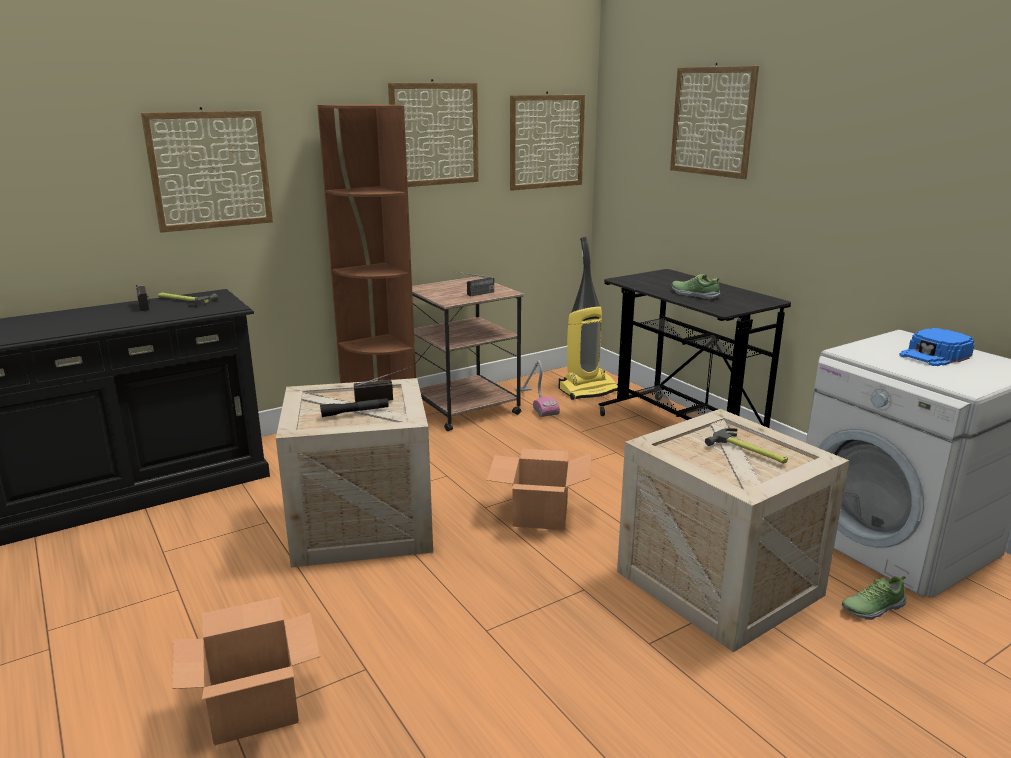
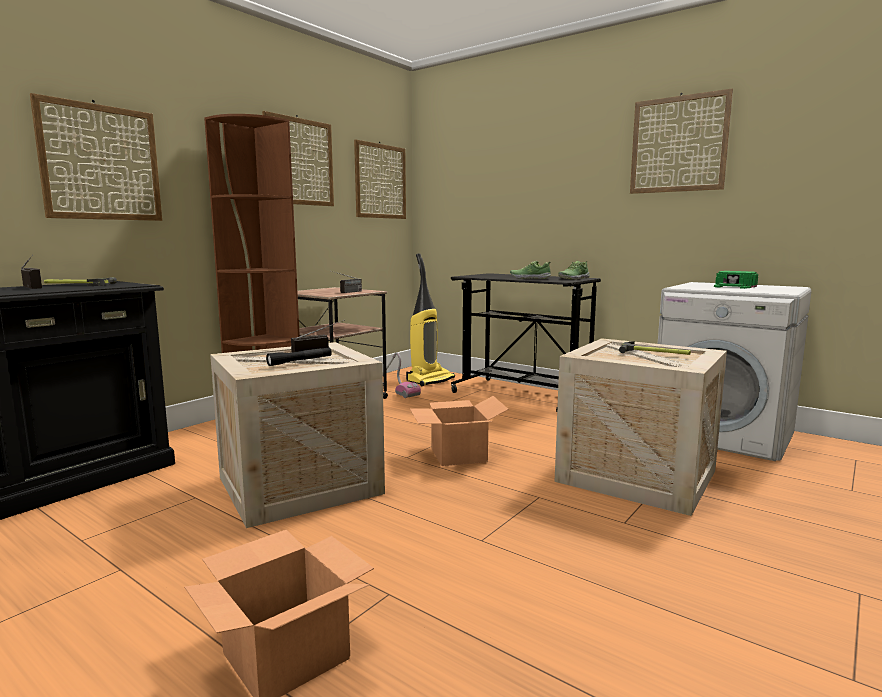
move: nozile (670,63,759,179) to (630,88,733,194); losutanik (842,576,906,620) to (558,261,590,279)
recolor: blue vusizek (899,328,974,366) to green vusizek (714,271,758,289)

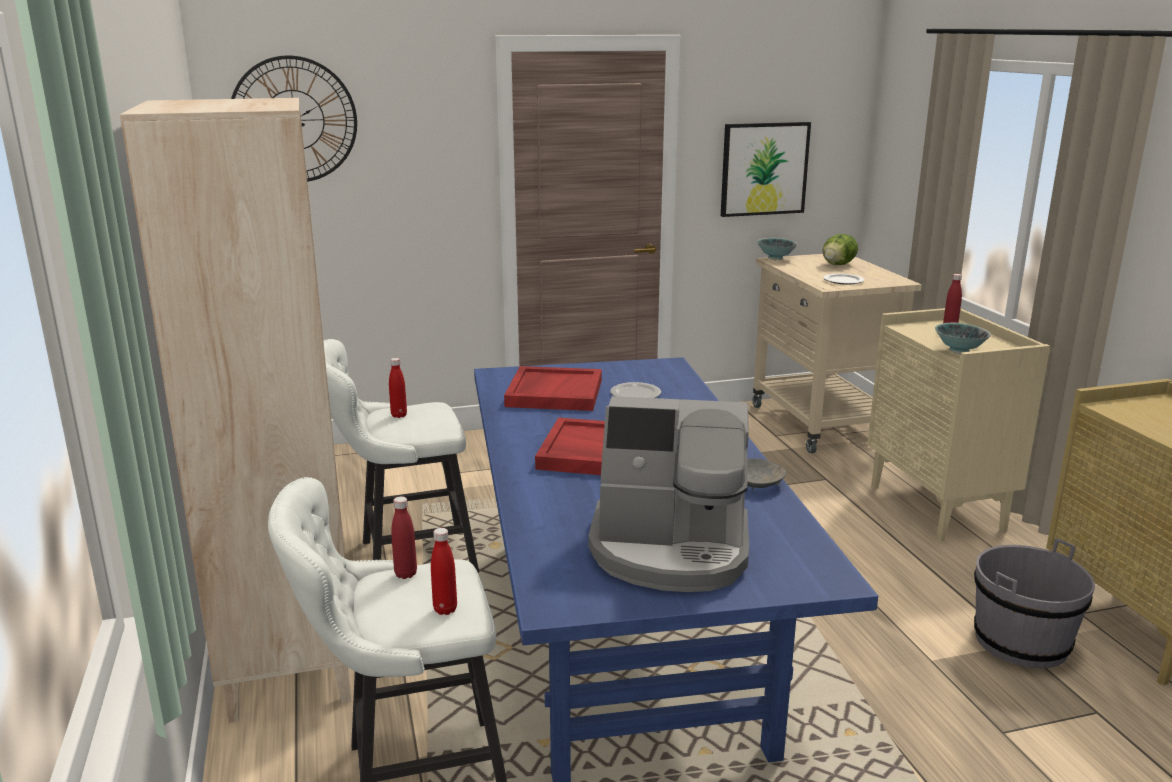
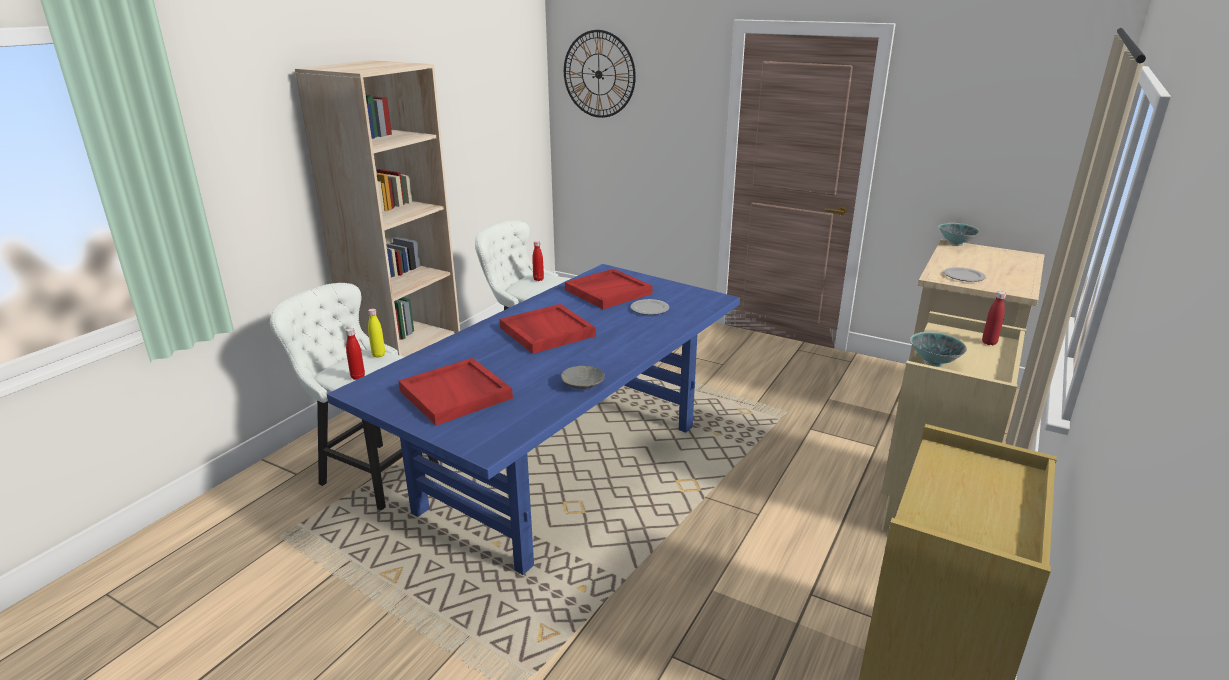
delete: nozile (721,122,811,217); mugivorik (823,234,858,265); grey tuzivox (974,538,1095,668)
replace: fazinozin (588,396,749,592) to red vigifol (399,358,513,425)
recolor: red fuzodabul (391,496,417,579) to yellow fuzodabul (368,309,385,358)

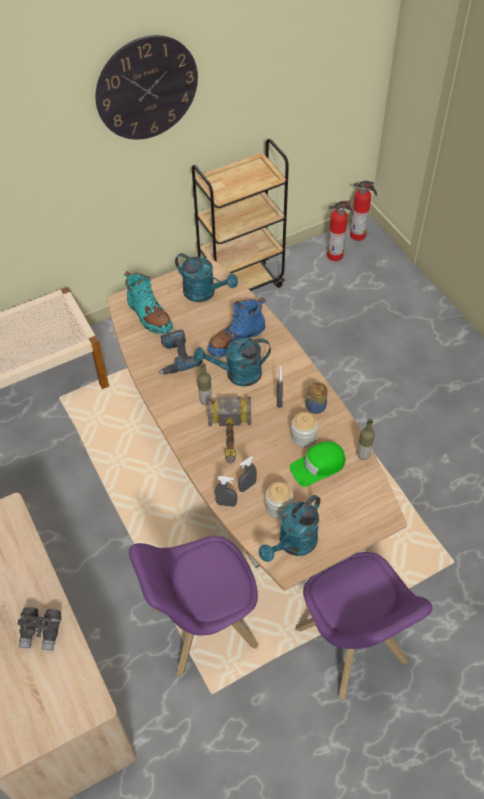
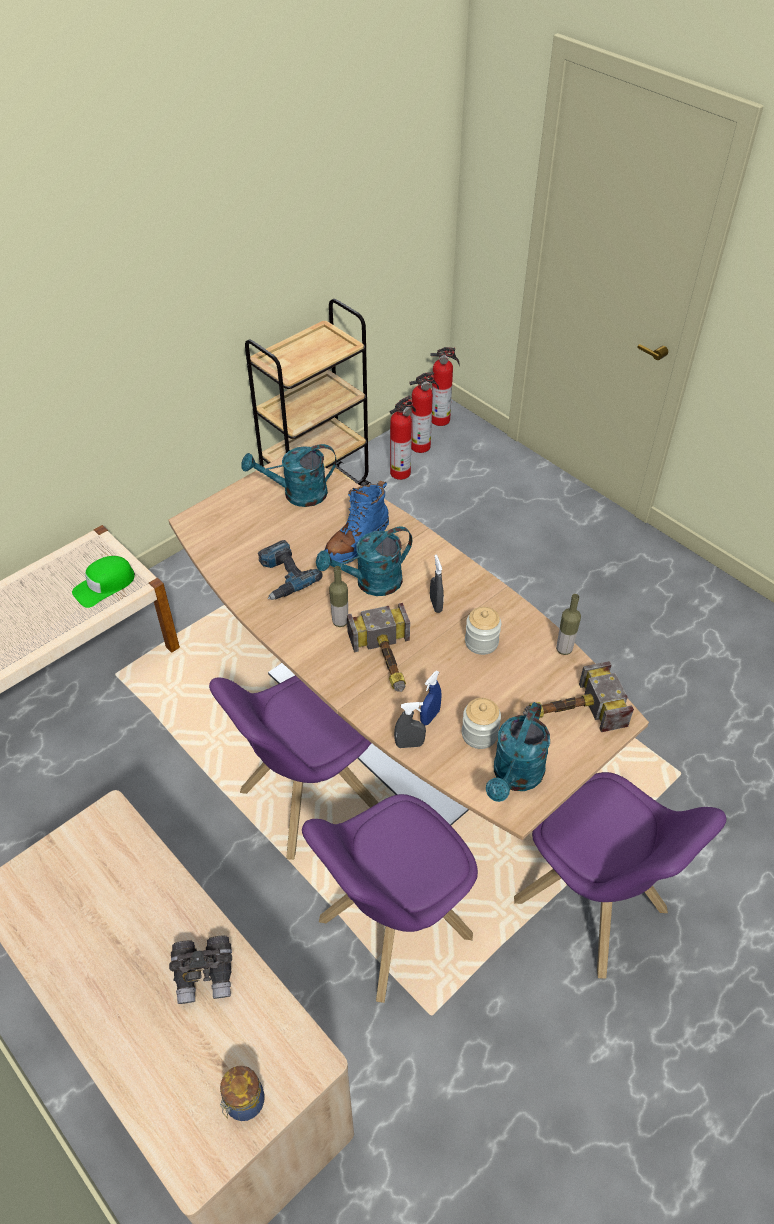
delete: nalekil (95,35,198,140); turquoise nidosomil (124,271,173,334)
insert: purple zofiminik (209,675,379,860); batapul (389,395,416,480); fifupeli (523,661,634,732)
move: green vusizek (290,441,345,487) to (72,556,135,608); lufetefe (305,382,327,414) to (220,1066,264,1121)
recolor: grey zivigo (238,456,257,492) to blue zivigo (420,670,442,726)
rotate: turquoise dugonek (175,253,238,302) = (241,444,337,507) 150 degrees clockwise

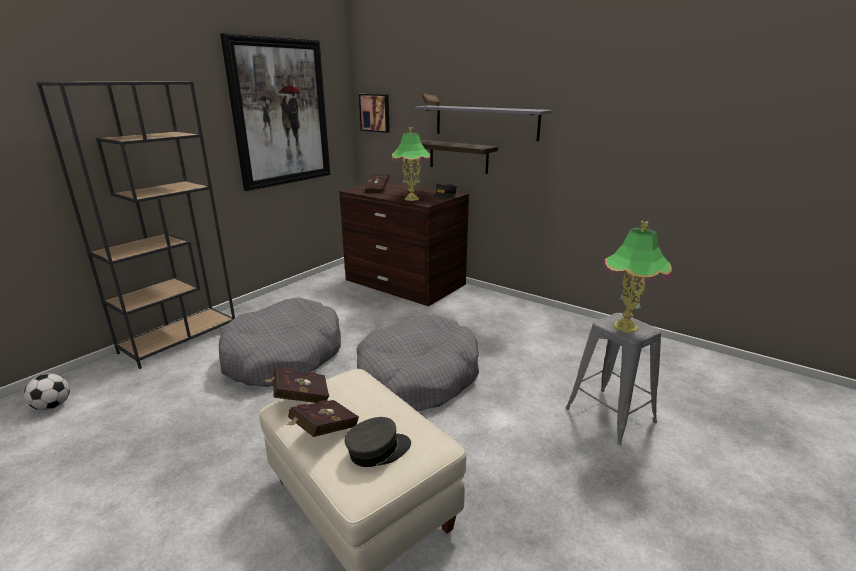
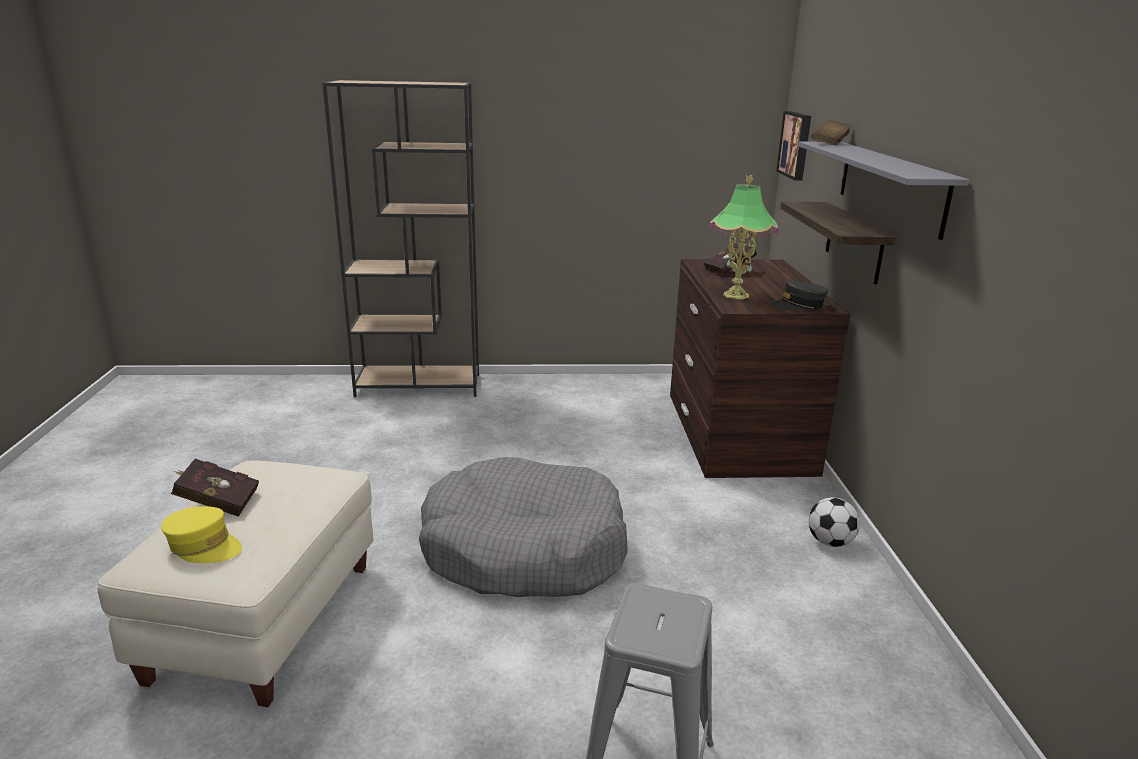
delete: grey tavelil (219,298,341,387); nozile (220,33,330,191); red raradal (263,368,329,403); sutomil (603,221,672,333)
move: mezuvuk (24,373,70,410) to (808,497,860,547)
recolor: grey vusizek (345,417,411,467) to yellow vusizek (161,506,242,563)

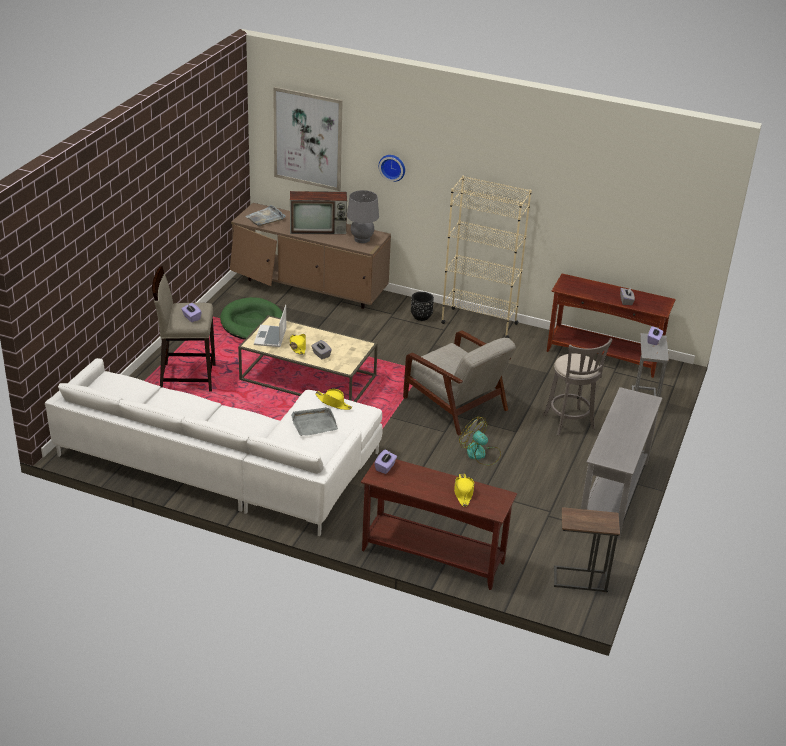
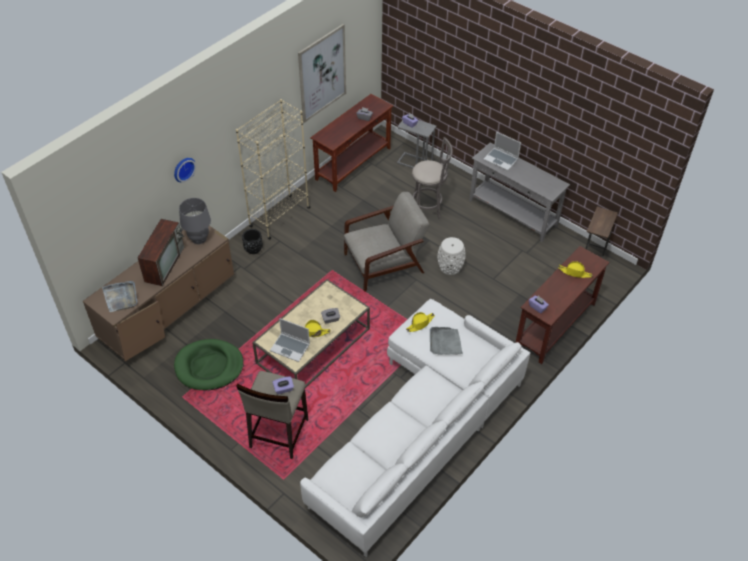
insert: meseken (483,132,521,171)
move: nozile (273,87,343,191) to (298,24,346,123)
replace: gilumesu (459,417,501,466) to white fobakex (438,237,466,275)

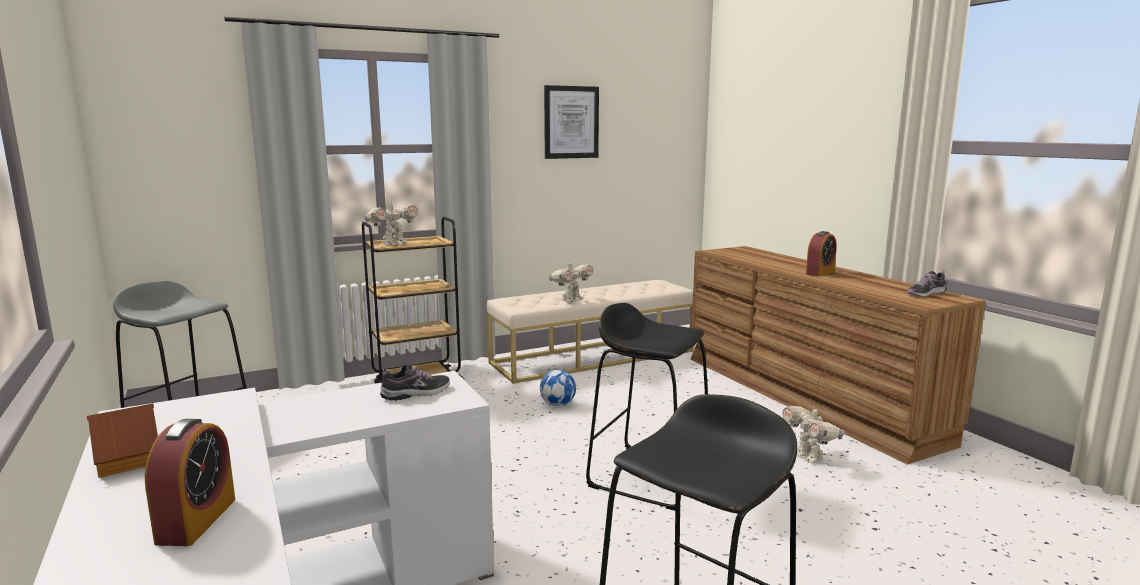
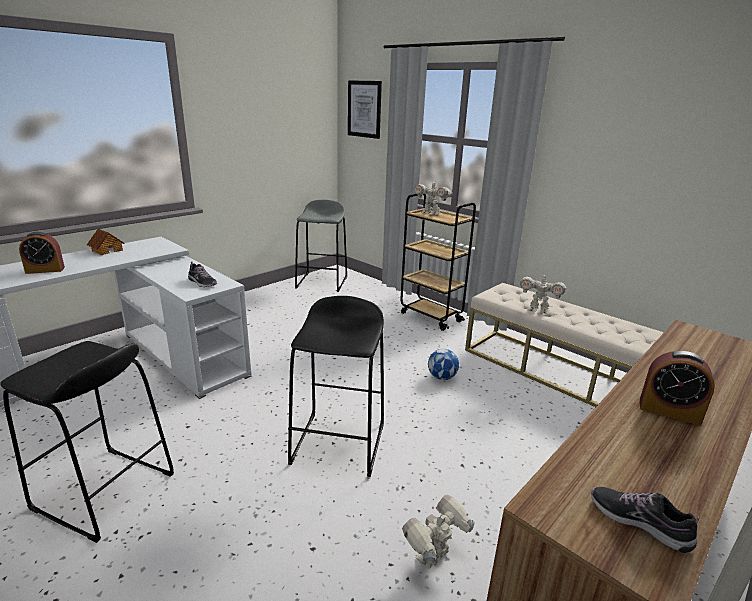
move: nozile (544,85,599,159) to (348,80,382,139)

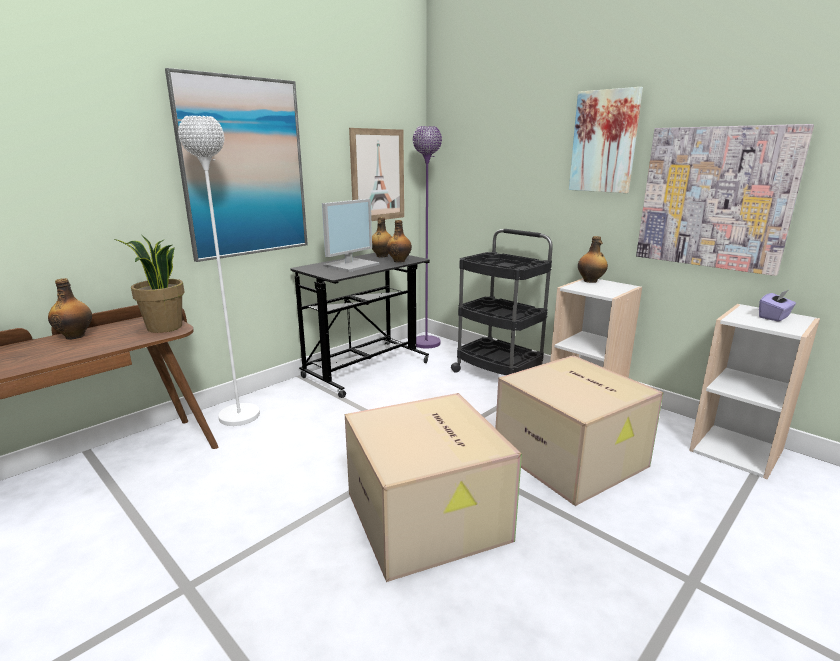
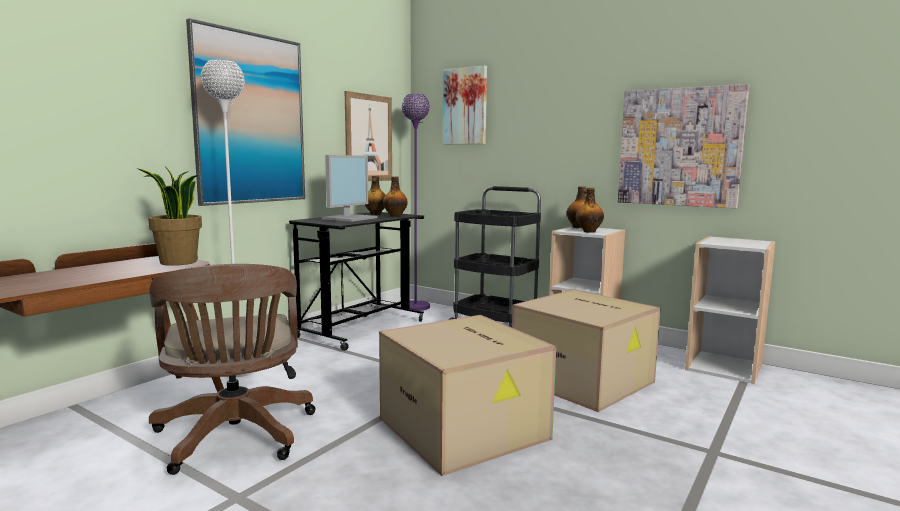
delete: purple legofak (759,290,796,322)
insert: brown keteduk (149,264,316,475)
move: fuzodabul (48,278,92,339) to (576,188,604,233); nozile (569,87,643,193) to (443,65,487,144)

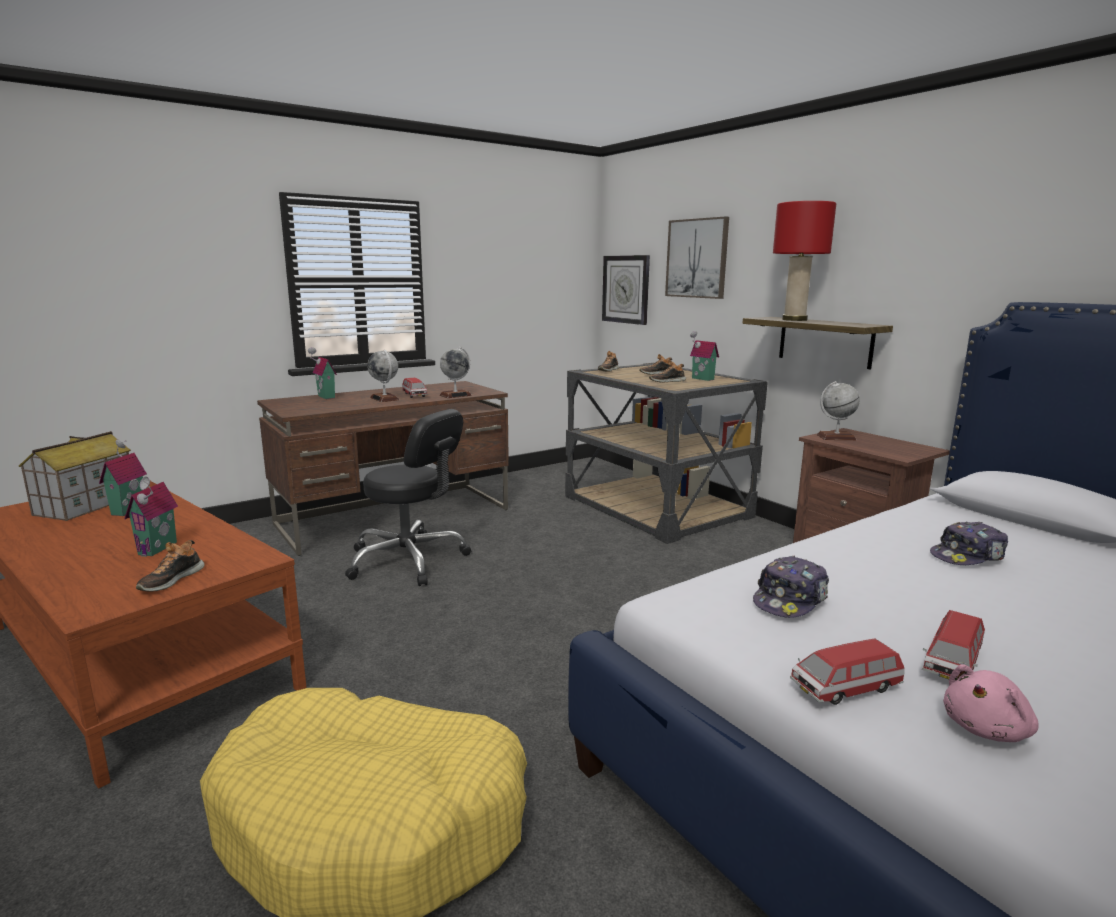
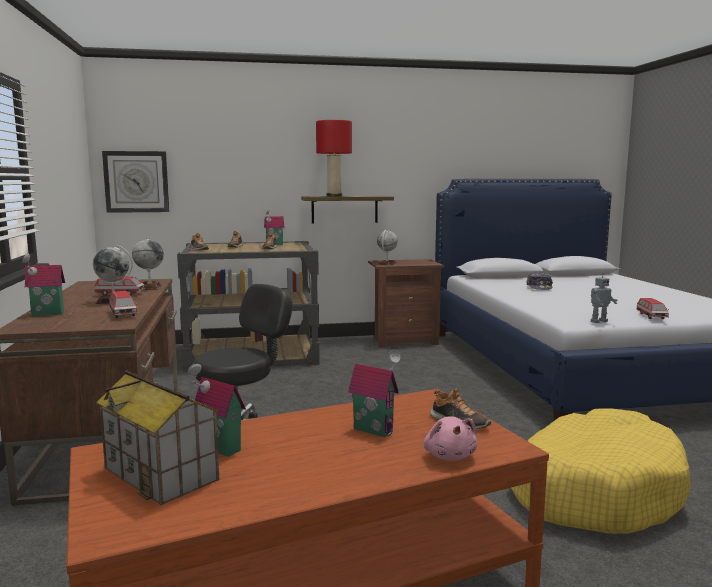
delete: nozile (665,216,729,299); vusizek (753,556,829,618)
insert: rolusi (591,272,617,323)
move: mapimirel (922,610,985,679) to (109,291,138,318); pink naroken (943,664,1038,742) to (424,416,477,461)

